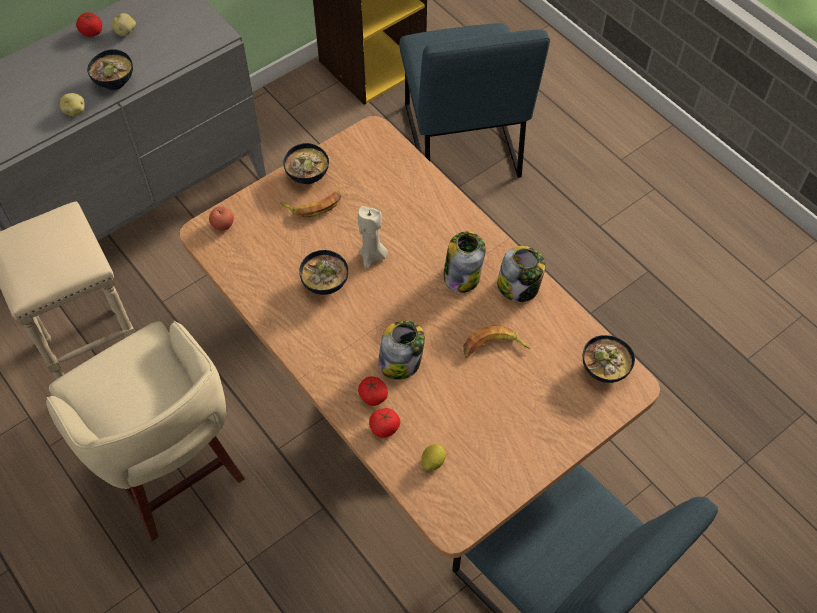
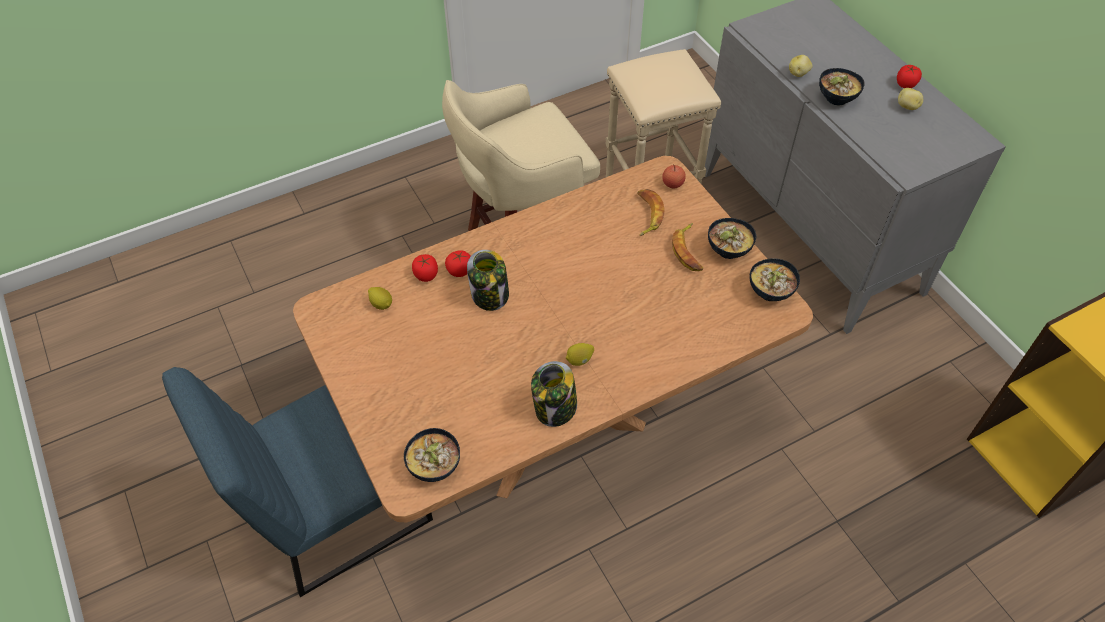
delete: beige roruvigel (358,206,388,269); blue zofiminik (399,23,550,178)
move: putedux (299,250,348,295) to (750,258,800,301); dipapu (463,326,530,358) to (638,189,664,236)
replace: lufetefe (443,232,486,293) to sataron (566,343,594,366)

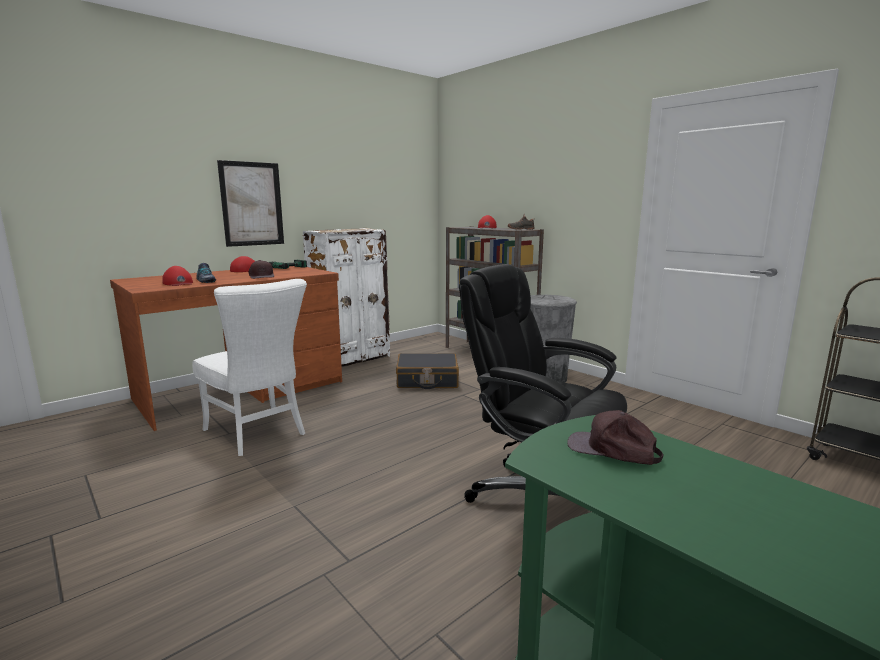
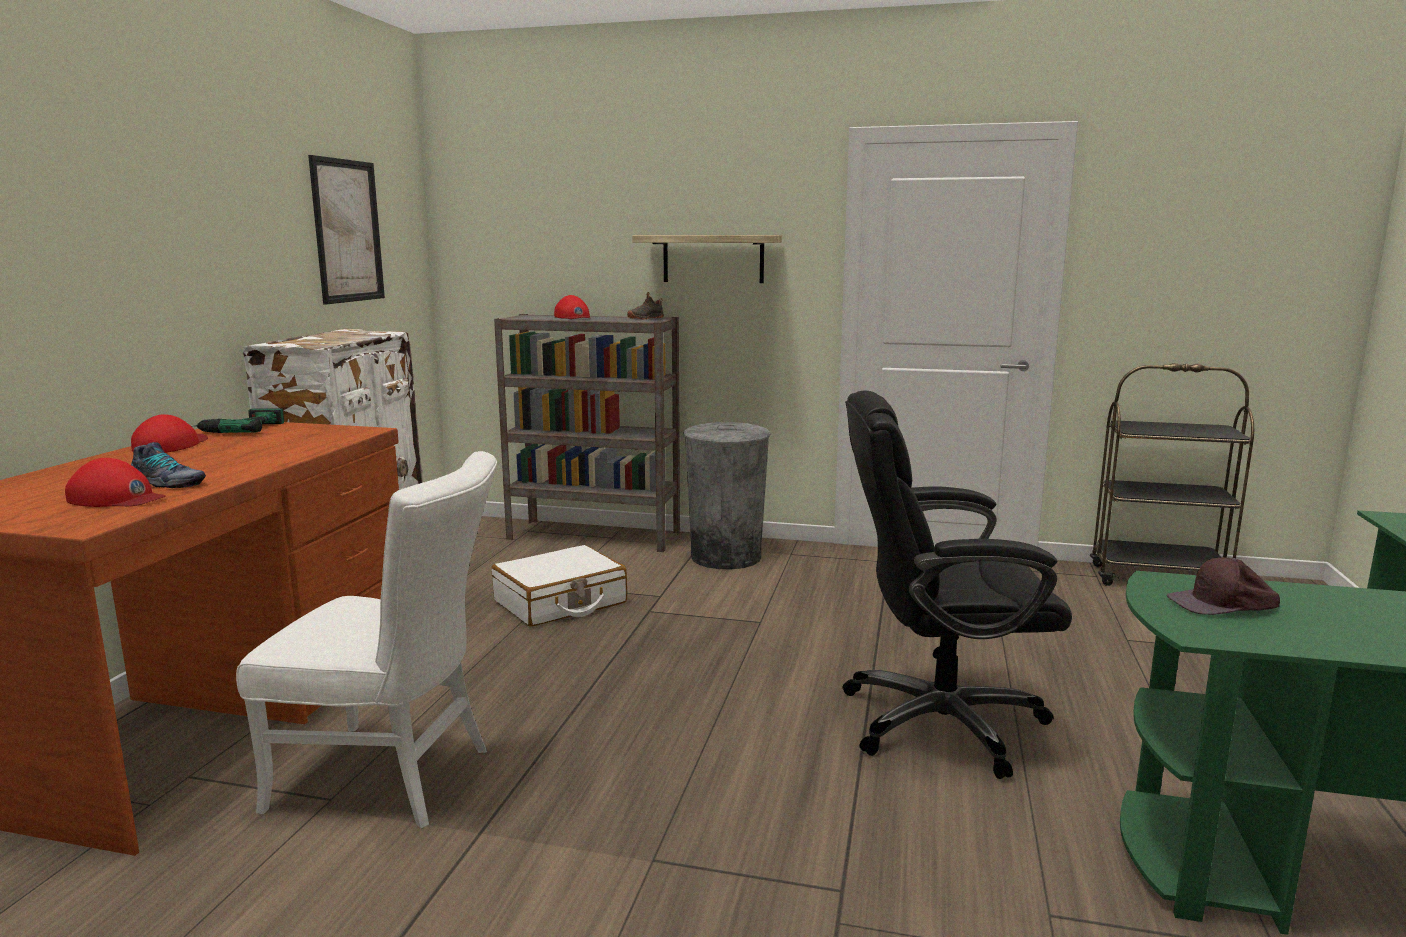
delete: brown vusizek (248,260,274,279)
insert: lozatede (632,235,782,283)
move: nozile (217,160,284,247) to (308,155,385,304)
recolor: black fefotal (396,353,459,389) to white fefotal (491,545,627,627)

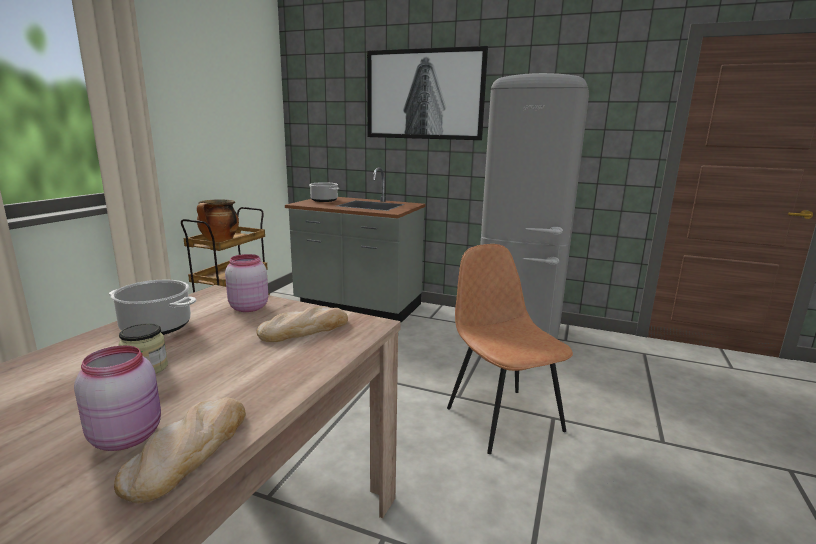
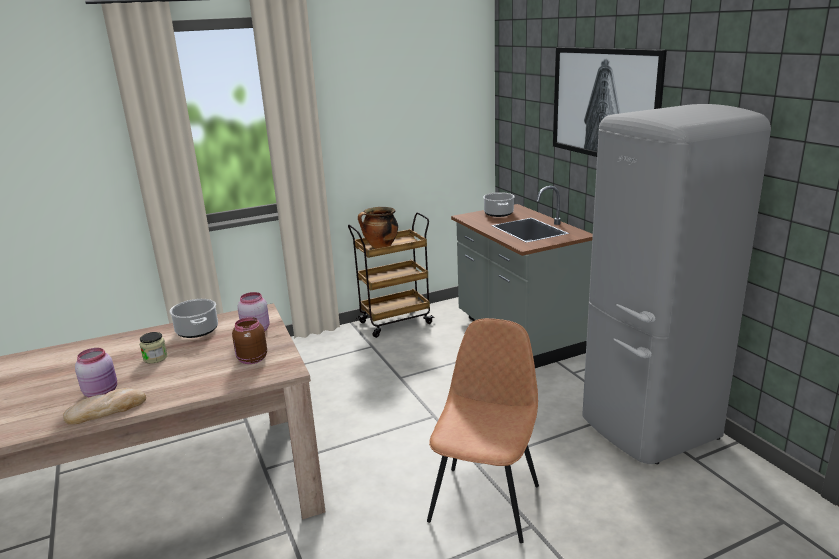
replace: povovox (256,306,348,342) to brown lufetefe (232,317,267,364)

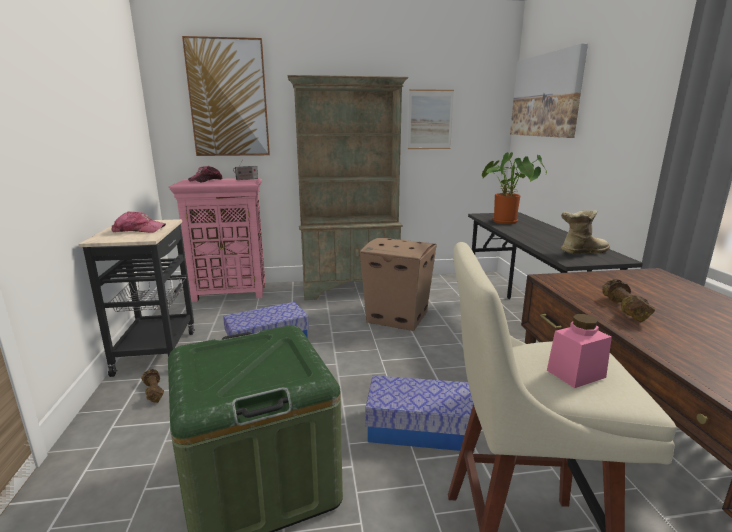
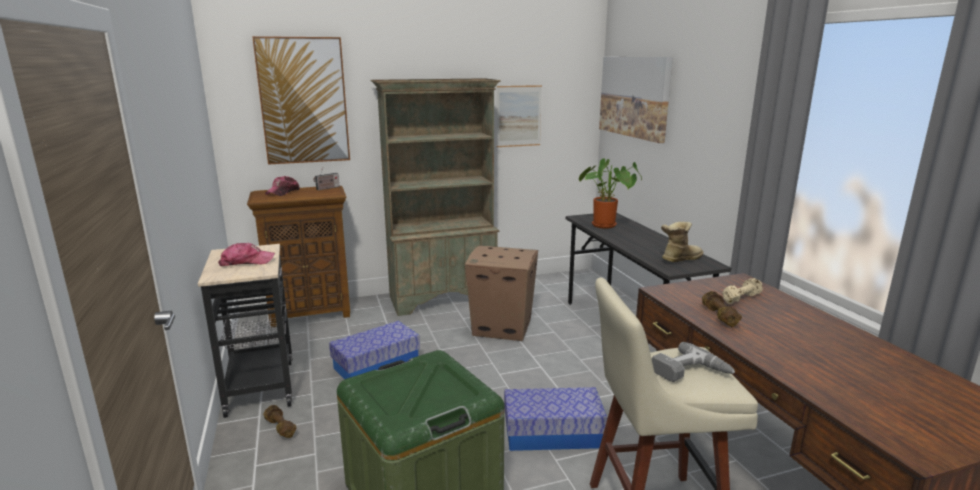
insert: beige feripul (723,278,763,304)
replace: pink lufetefe (547,314,612,388) to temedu (651,342,735,382)
recolor: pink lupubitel (168,178,265,302) to brown lupubitel (247,186,350,328)

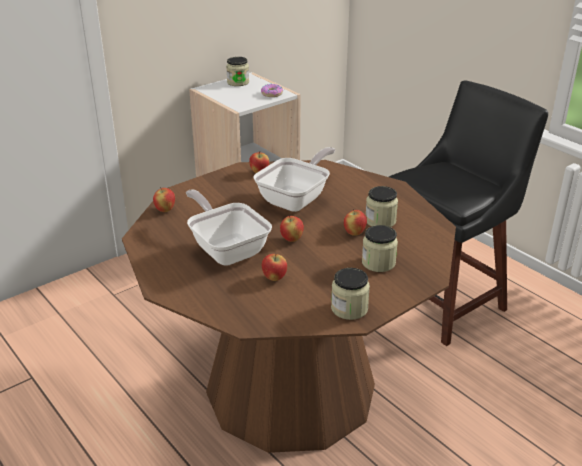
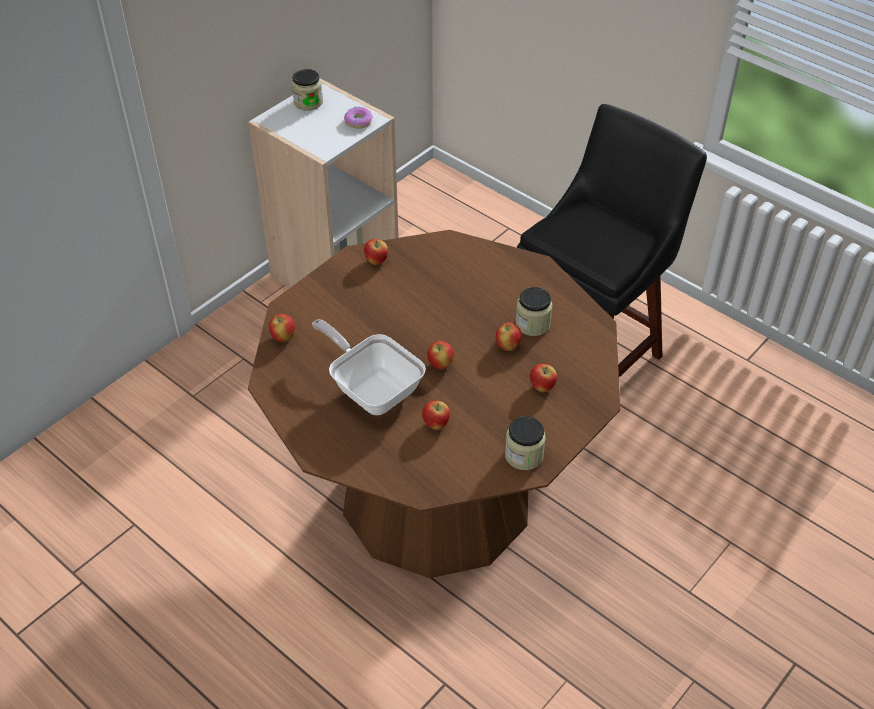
delete: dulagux (253,147,335,212)
replace: lufetefe (362,225,398,272) to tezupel (530,364,557,392)

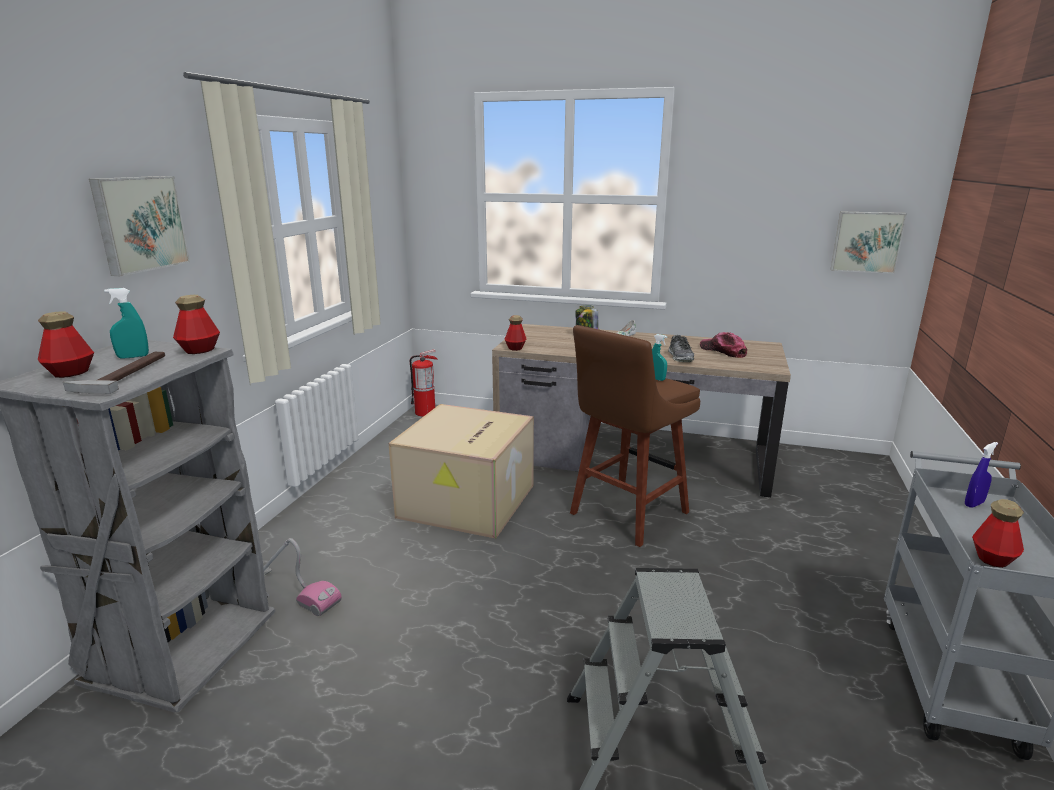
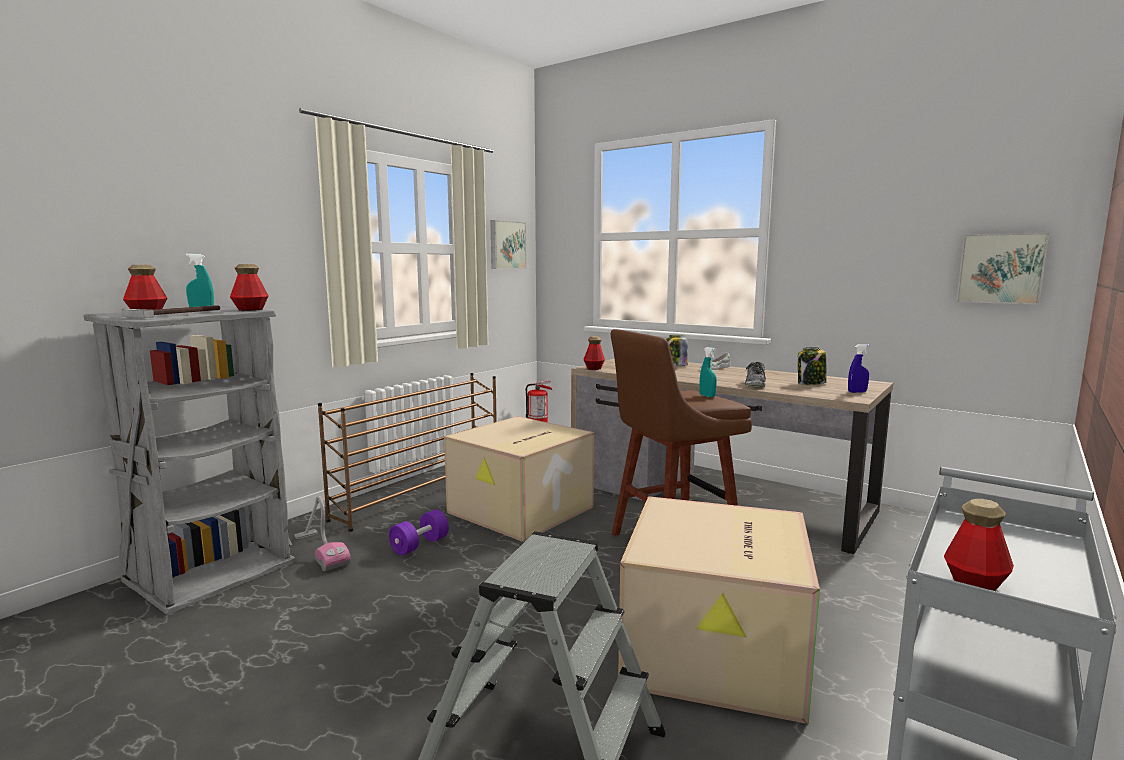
insert: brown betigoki (318,373,497,532); purple feripul (389,509,449,555); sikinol (618,496,820,724)
move: nozile (89,176,190,276) to (490,220,527,269); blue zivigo (965,442,998,507) to (848,344,870,393)
replace: vusizek (700,332,747,358) to lufetefe (798,347,827,385)

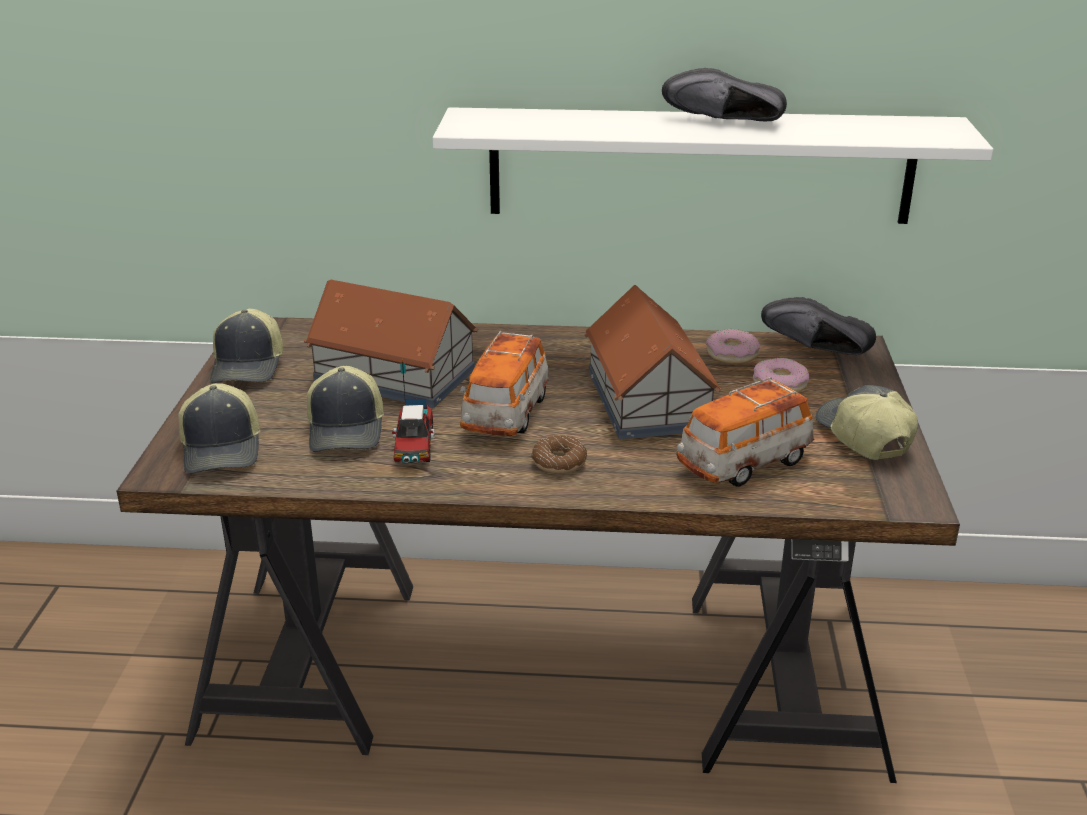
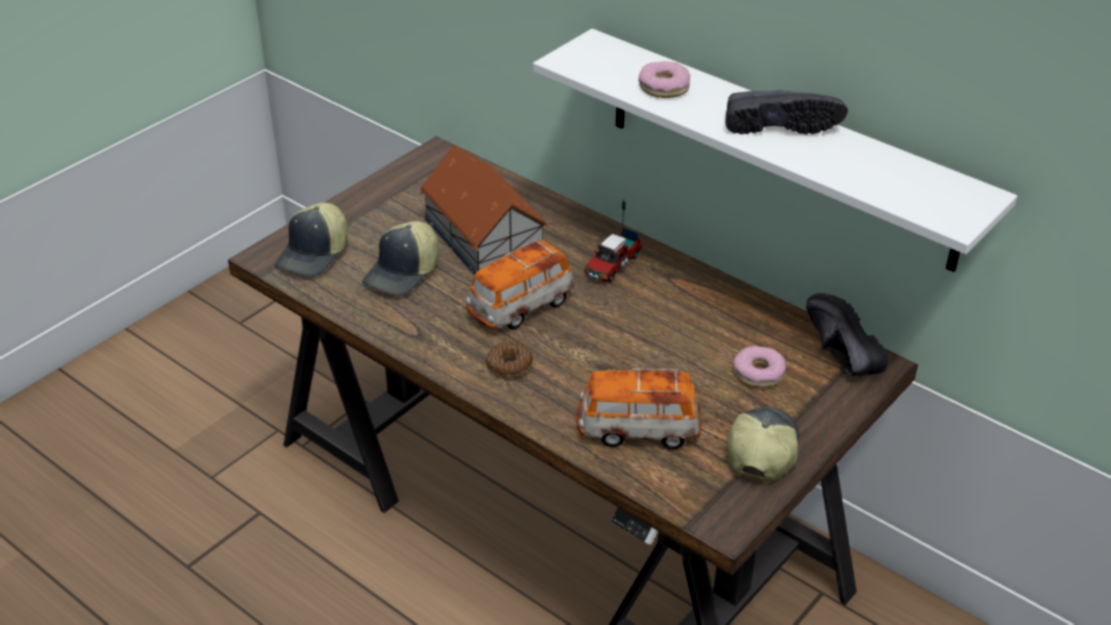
delete: vusizek (210,308,283,383); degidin (584,285,721,439)
move: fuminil (392,359,435,463) to (584,199,642,283); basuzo (706,329,760,364) to (638,61,690,98)
rotate: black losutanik (662,68,787,121) = (725,90,848,135) 135 degrees clockwise

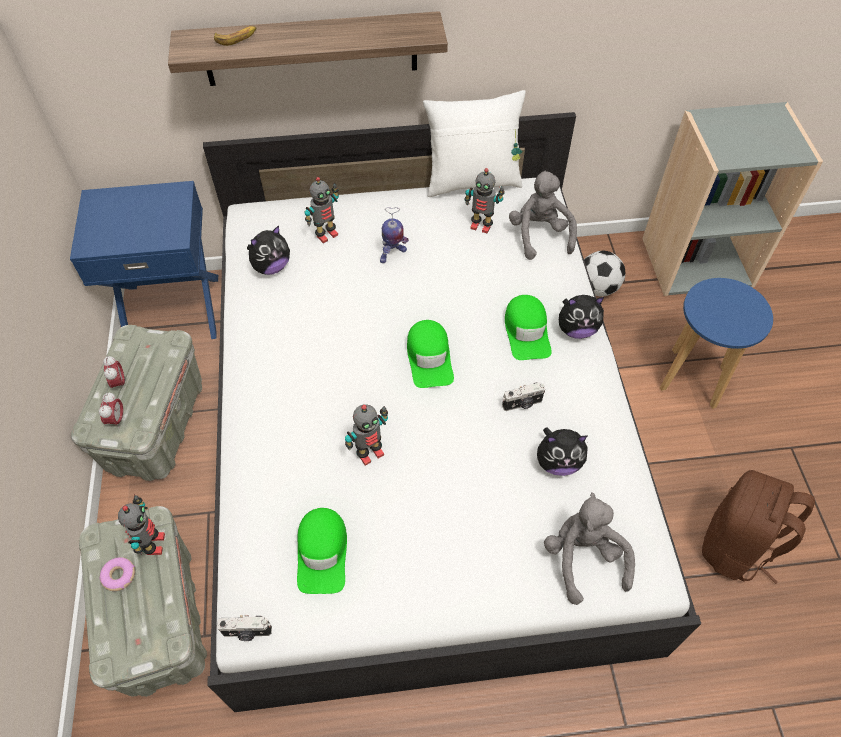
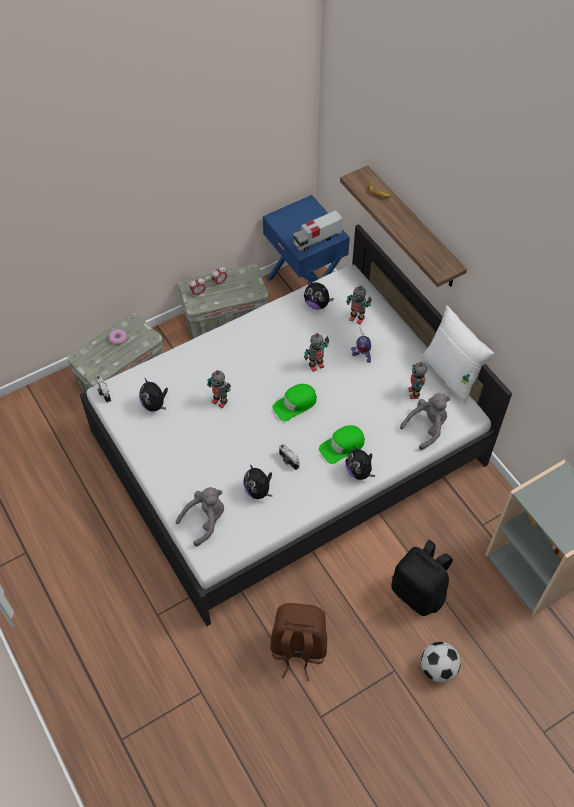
insert: fuminil (293,210,343,251)
move: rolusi (118,495,165,555) to (304,333,329,372); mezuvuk (584,251,625,297) to (421,642,461,683)
replace: green vusizek (297,508,347,594) to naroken (139,378,168,412); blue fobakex (660,278,773,409) to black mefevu (391,540,453,616)

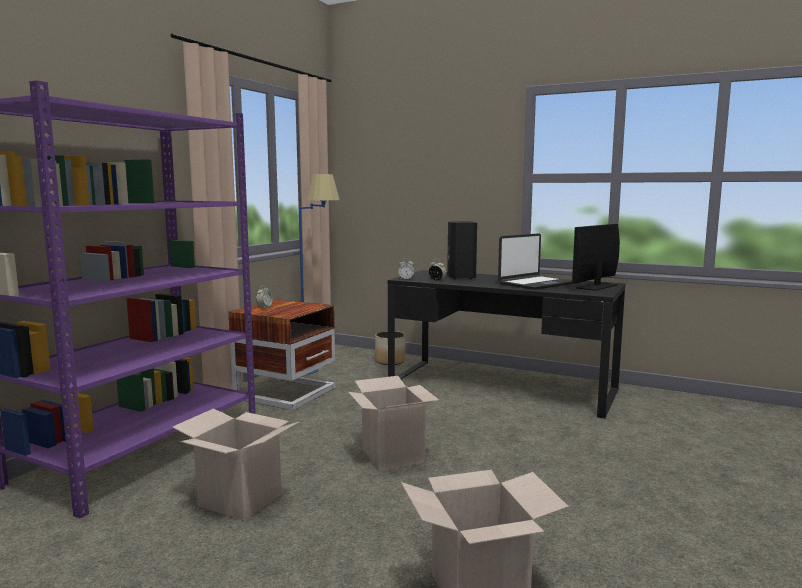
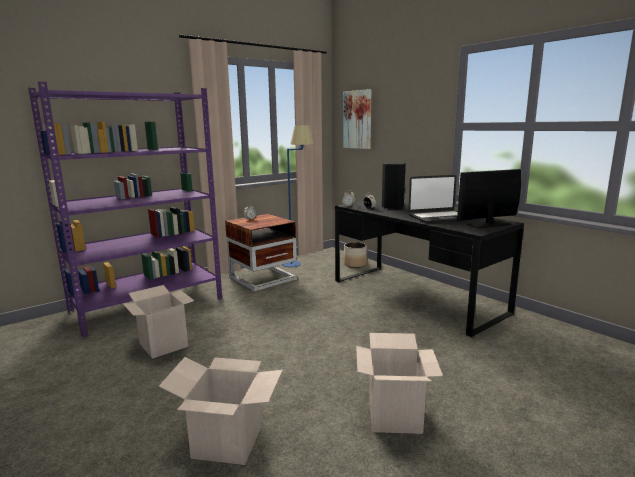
insert: nozile (343,89,371,149)
move: sikinol (348,376,439,471) to (356,333,443,434)

